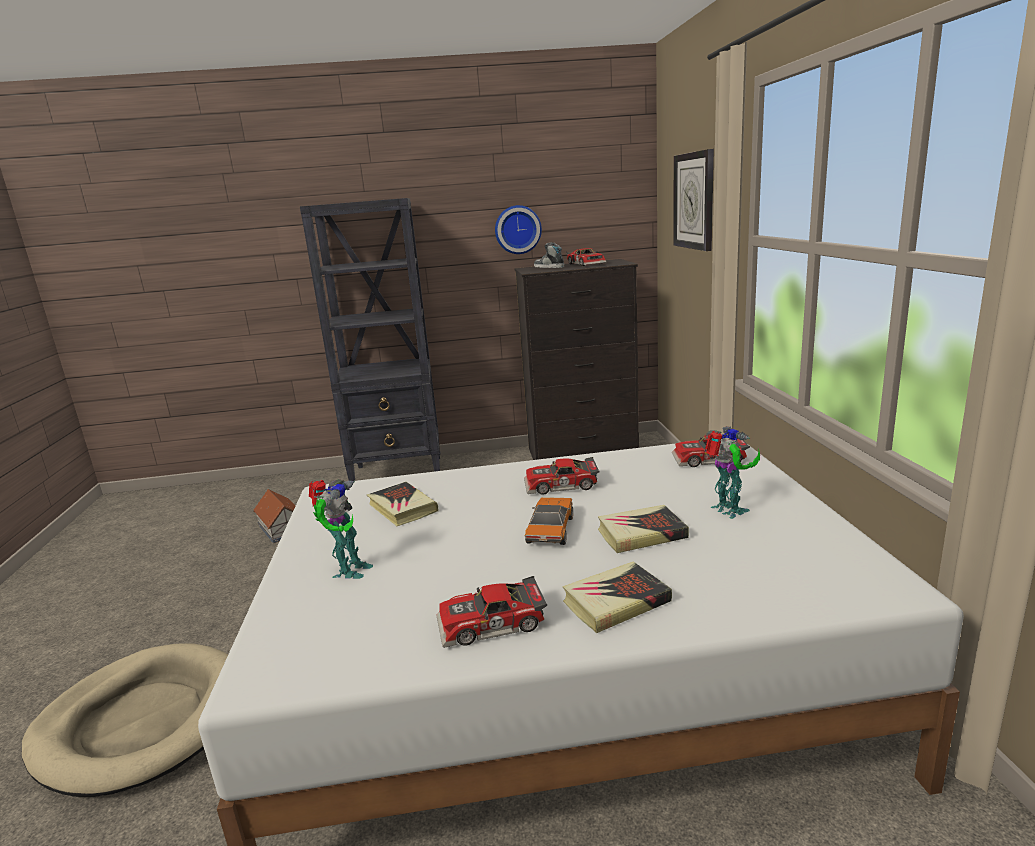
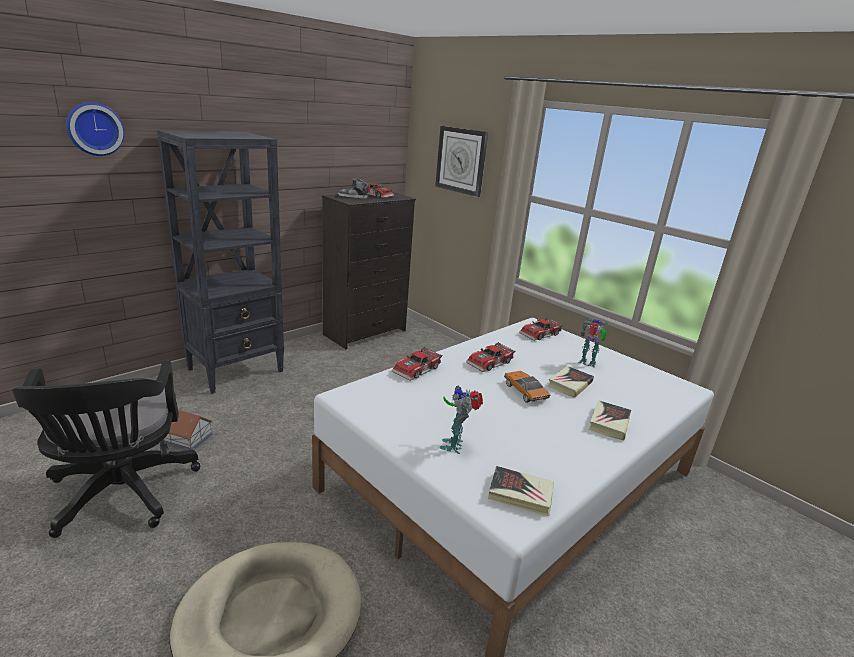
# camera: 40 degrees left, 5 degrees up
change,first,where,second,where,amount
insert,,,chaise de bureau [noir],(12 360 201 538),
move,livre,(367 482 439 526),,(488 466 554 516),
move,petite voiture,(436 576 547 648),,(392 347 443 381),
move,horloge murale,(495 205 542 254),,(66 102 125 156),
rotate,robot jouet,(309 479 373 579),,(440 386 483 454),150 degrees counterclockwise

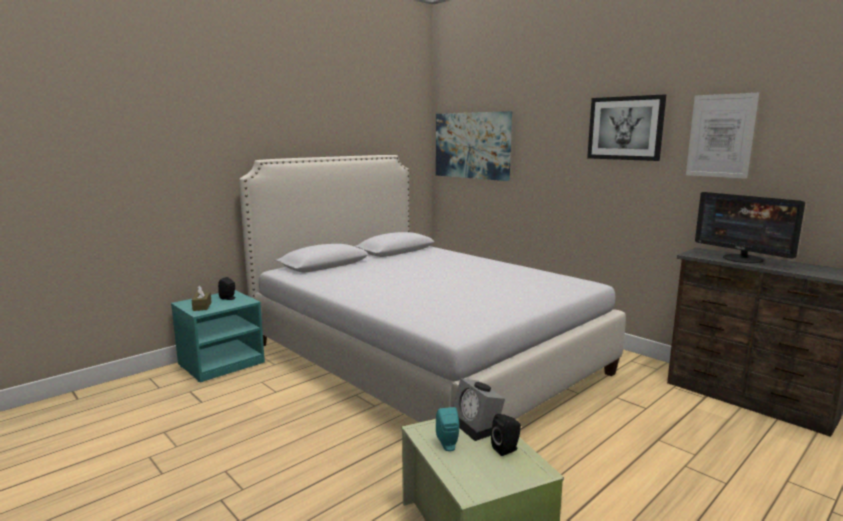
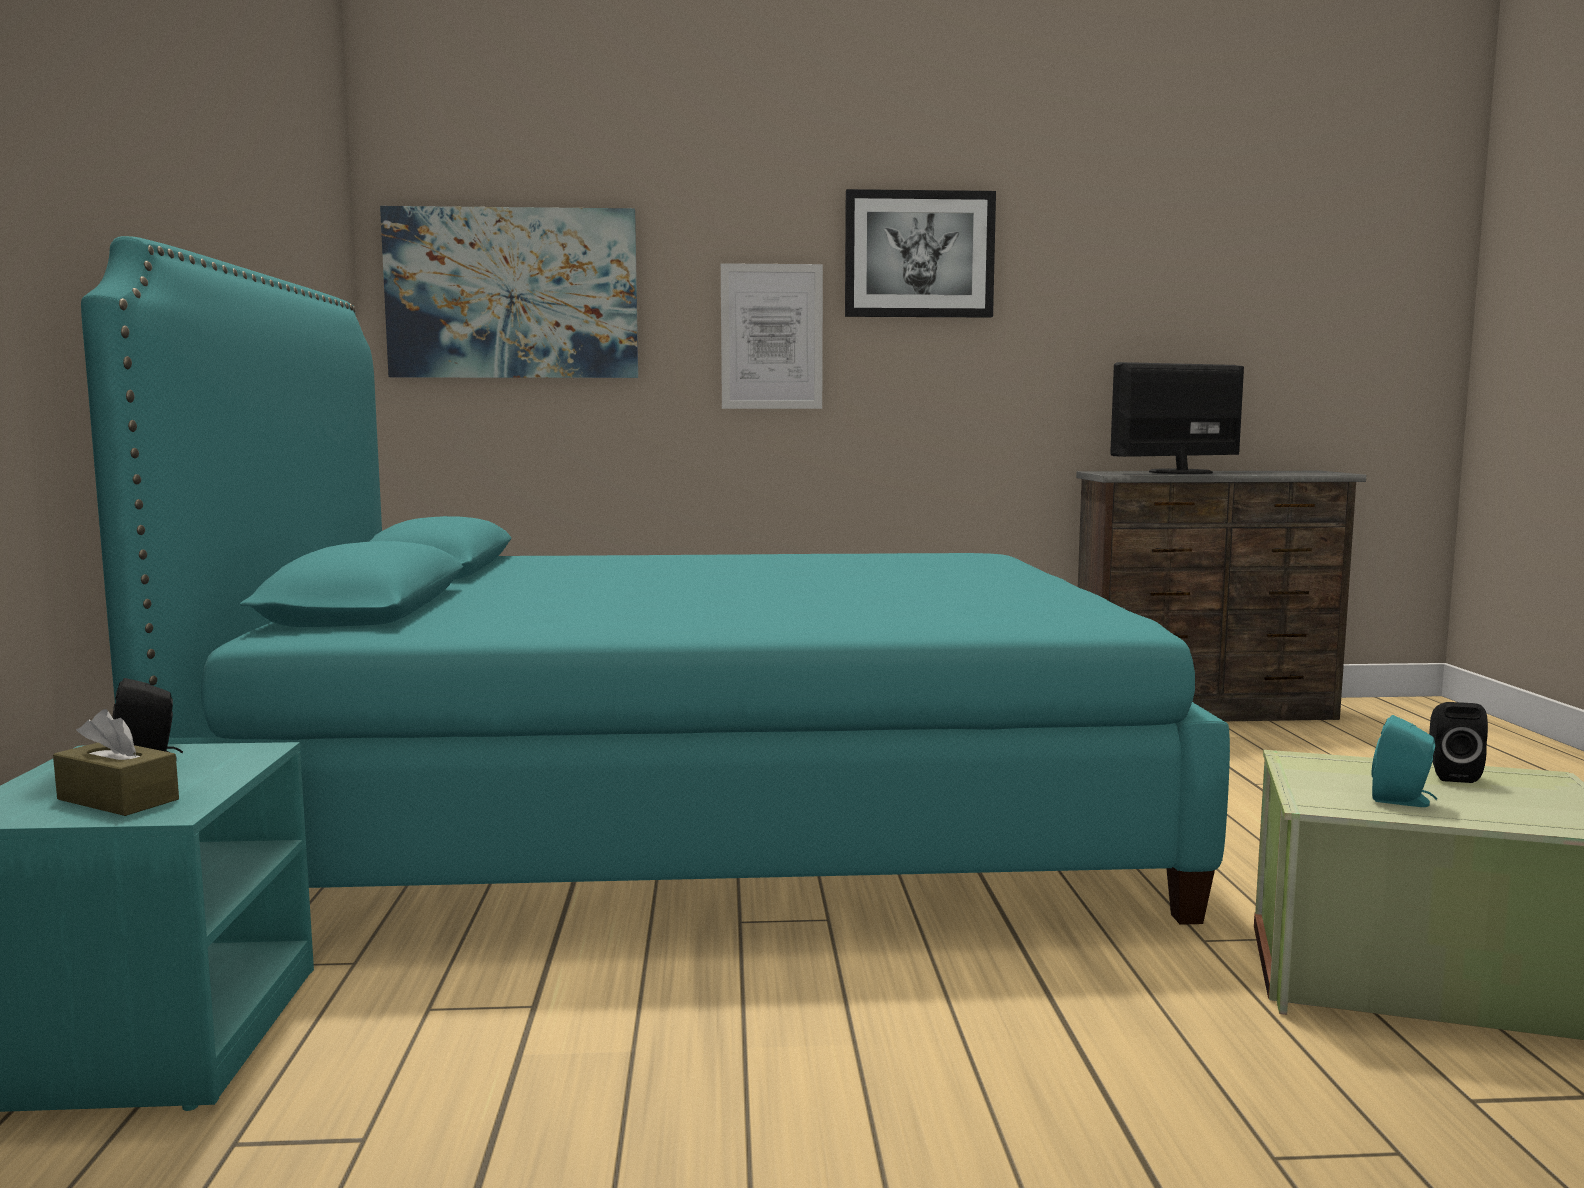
# camera: 50 degrees left, 5 degrees down
change,first,where,second,where,amount
delete,réveil,(453 379 505 441),,,
move,tableau,(686 93 759 179),,(721 263 823 409),
recolor,lit [blanc],(239 155 626 422),lit [turquoise],(81 236 1230 925),
rotate,écran d'ordinateur,(695 192 805 263),,(1110 362 1244 474),150 degrees clockwise

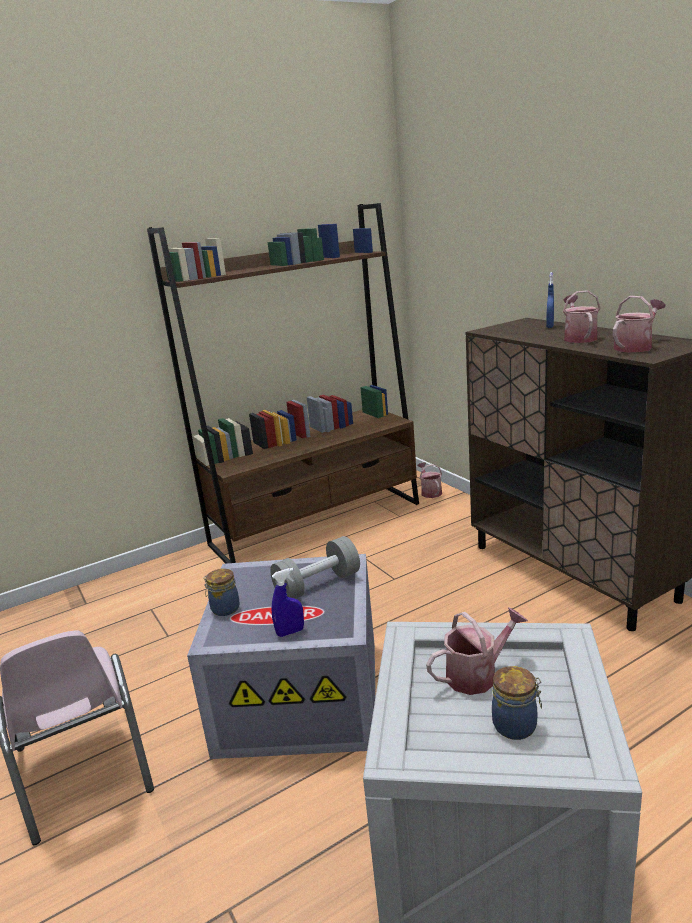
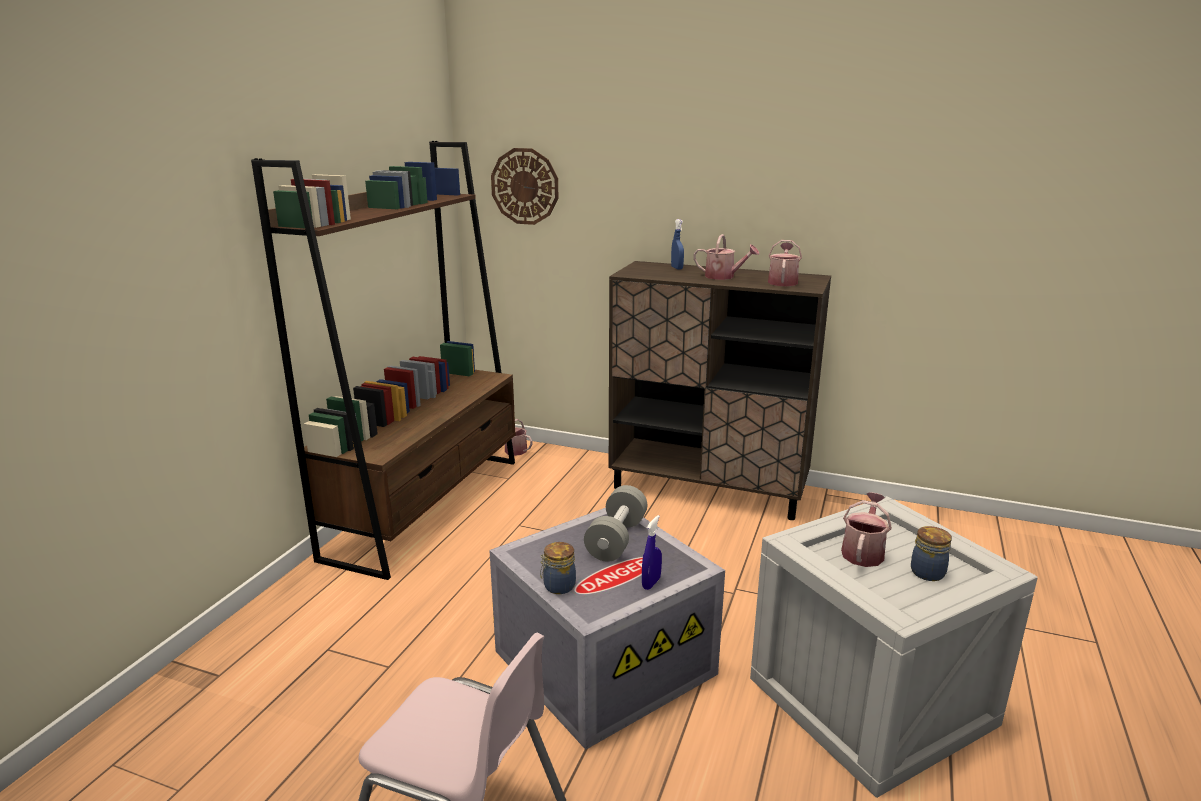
# camera: 40 degrees left, 0 degrees up
change,first,where,second,where,amount
insert,,,horloge murale,(491 148 559 225),
rotate,arrosoir,(563 290 601 343),,(693 234 759 280),150 degrees clockwise

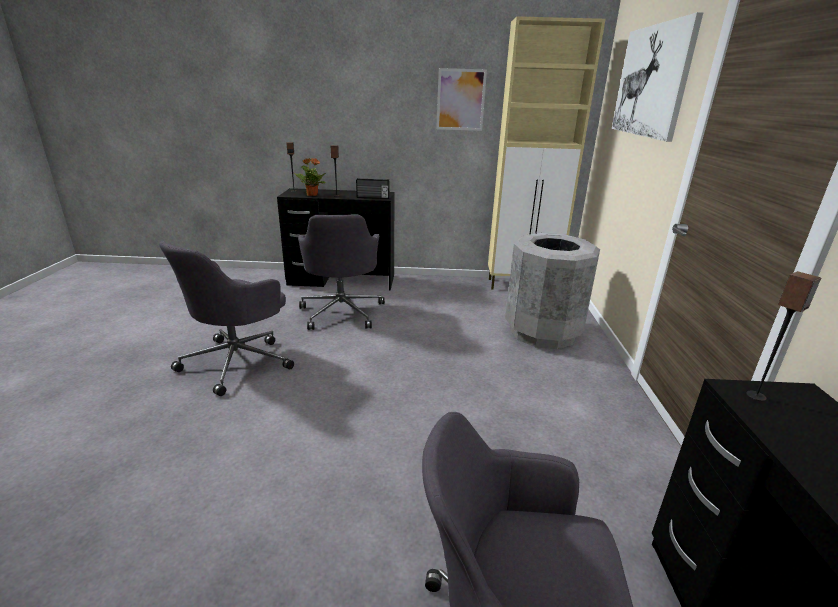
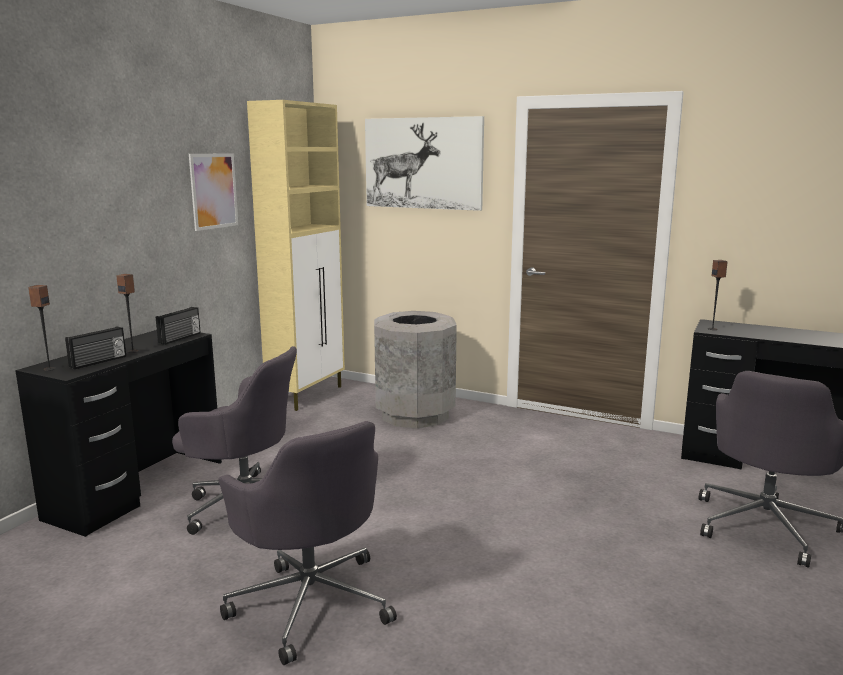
# camera: 65 degrees left, 10 degrees down
change,first,where,second,where,amount
replace,plante en pot,(294 158 326 196),radio,(65 327 126 369),

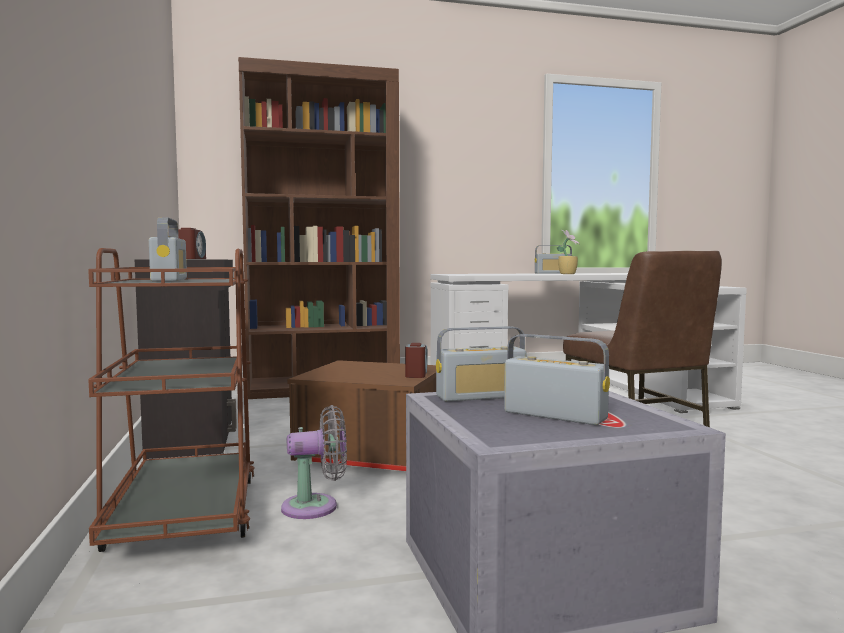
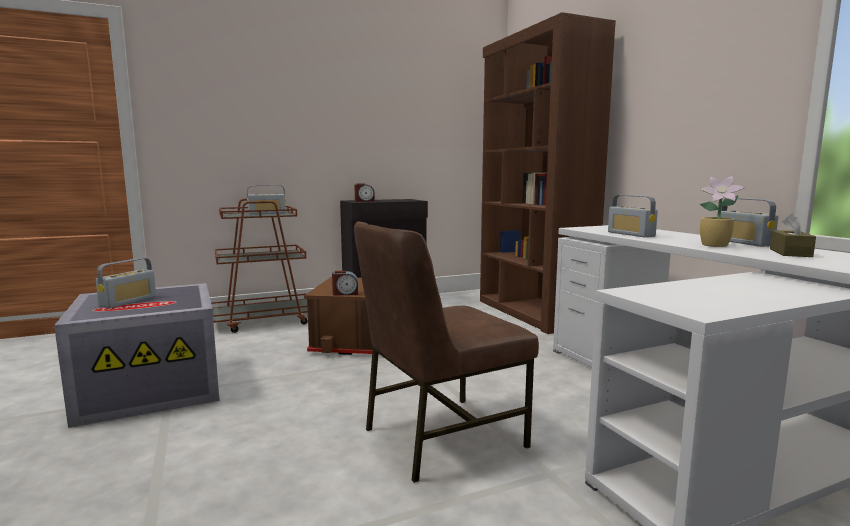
# camera: 80 degrees right, 5 degrees up
change,first,where,second,where,amount
delete,ventilateur [gris],(281 405 347 519),,,
insert,,,boîte à mouchoirs [marron],(770 213 816 257),
move,radio,(436 326 527 402),,(608 195 658 237),

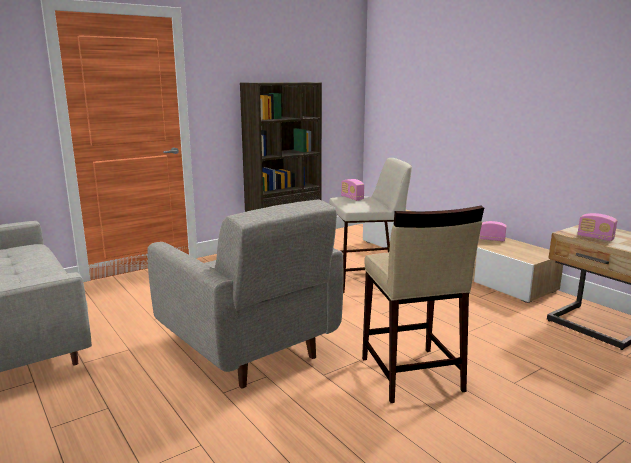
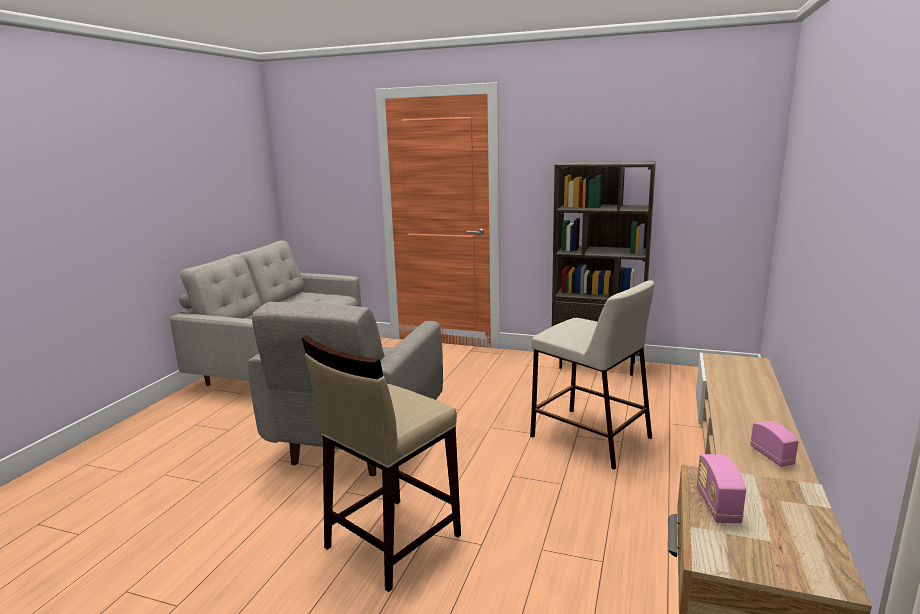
# camera: 55 degrees right, 0 degrees up
change,first,where,second,where,amount
delete,radio,(341 179 364 201),,,

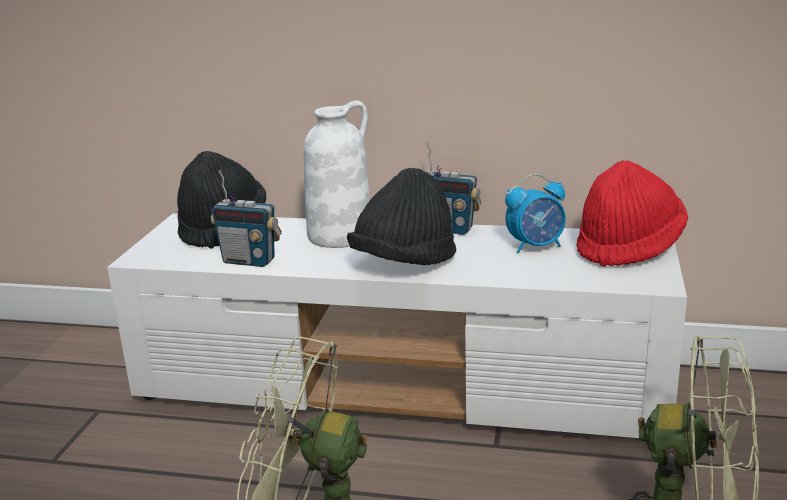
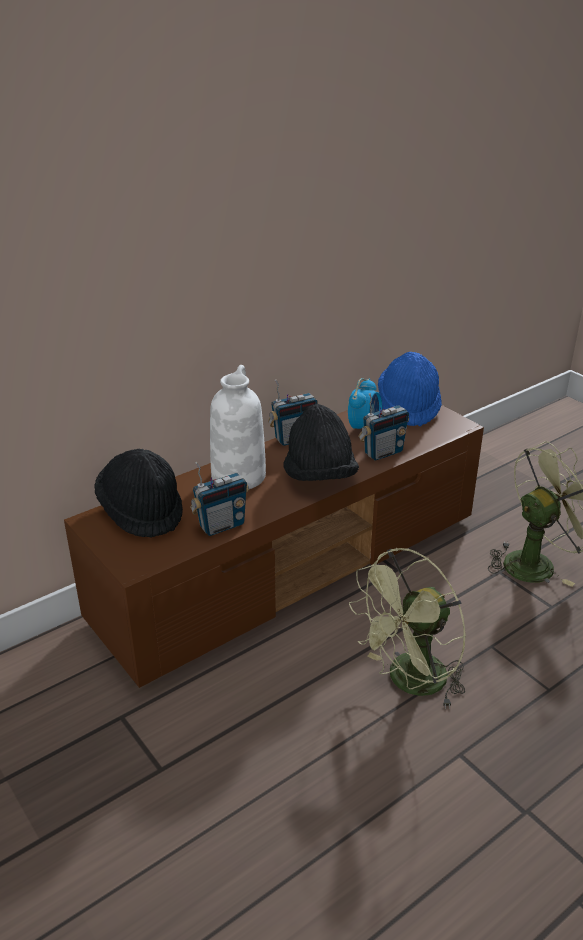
# camera: 50 degrees left, 10 degrees up
change,first,where,second,where,amount
insert,,,radio,(358 393 409 461),
recolor,meuble télé [blanc],(107 214 687 438),meuble télé [marron],(64 405 484 688),
recolor,chapeau [rouge],(577 160 688 267),chapeau [bleu],(378 352 442 426),

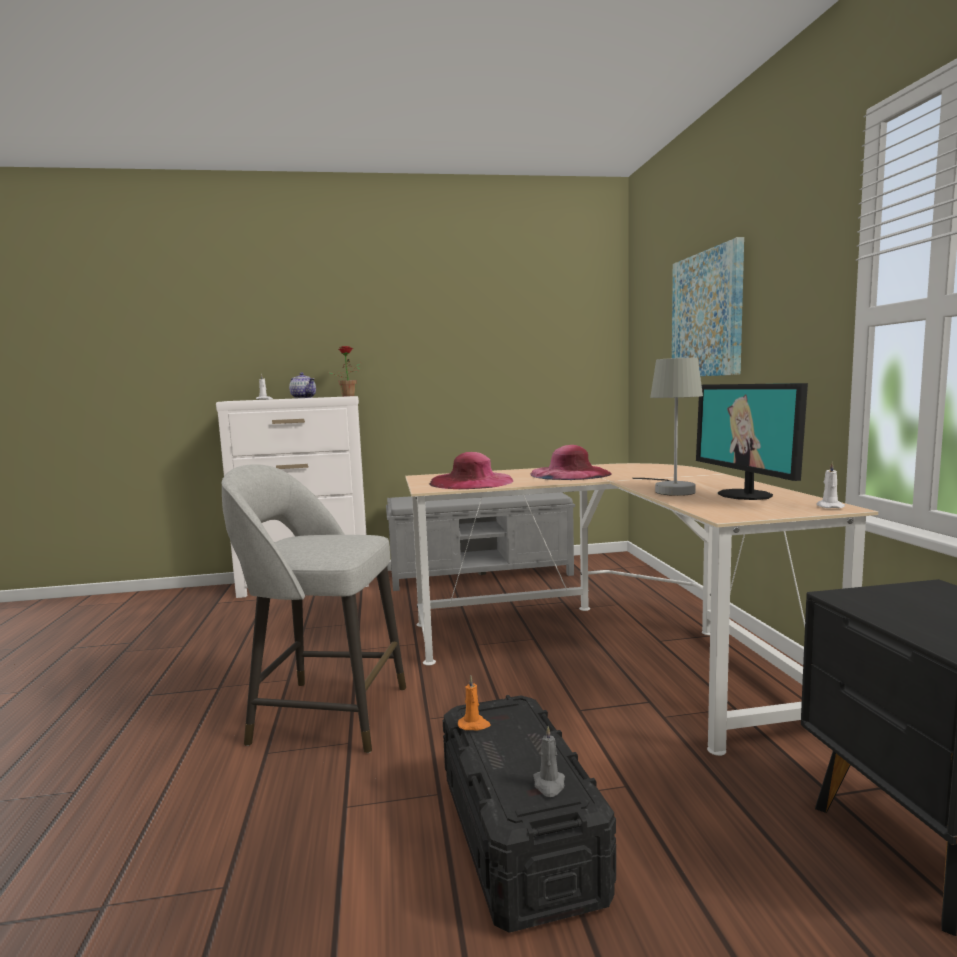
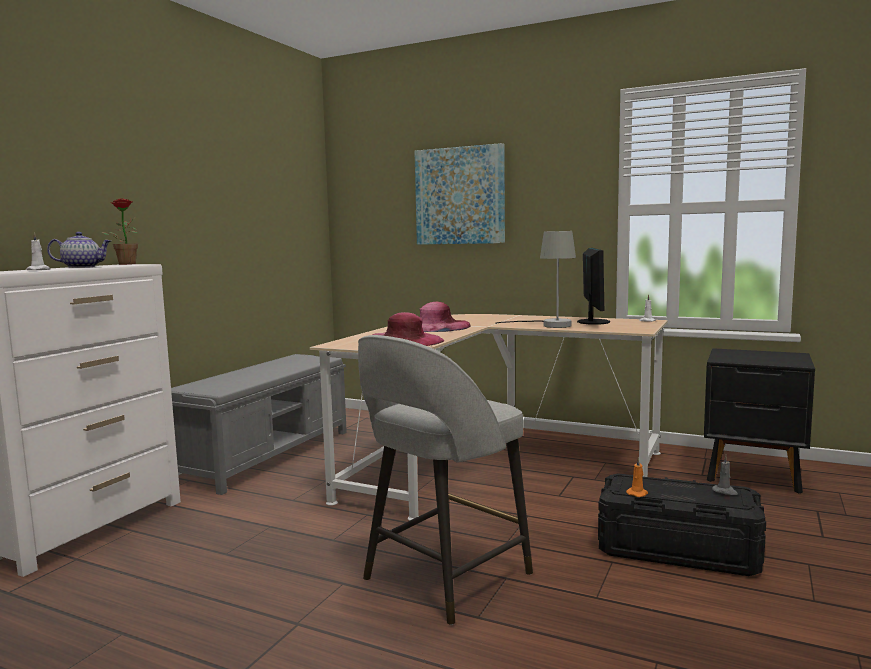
# camera: 55 degrees left, 0 degrees up
change,first,where,second,where,amount
rotate,écran d'ordinateur,(696 383 808 500),,(577 248 610 325),105 degrees counterclockwise

